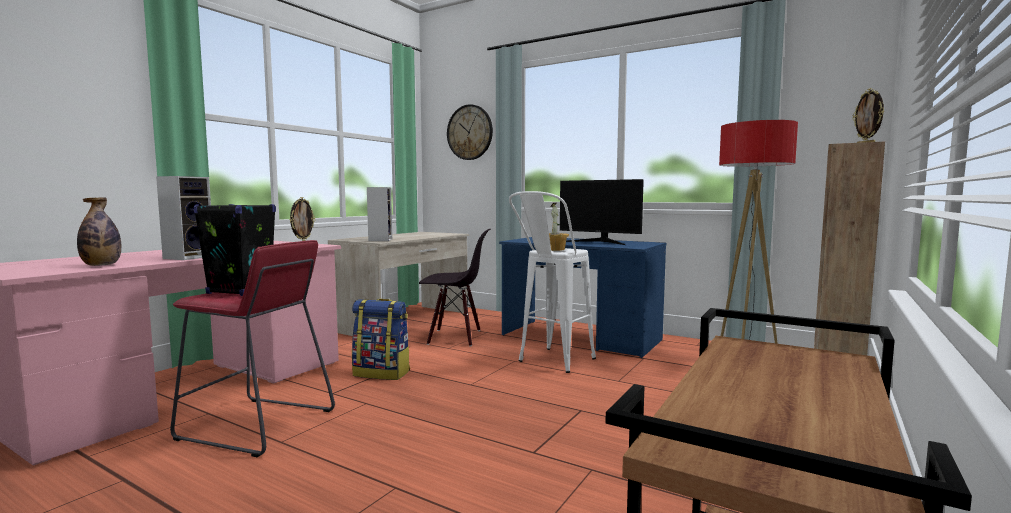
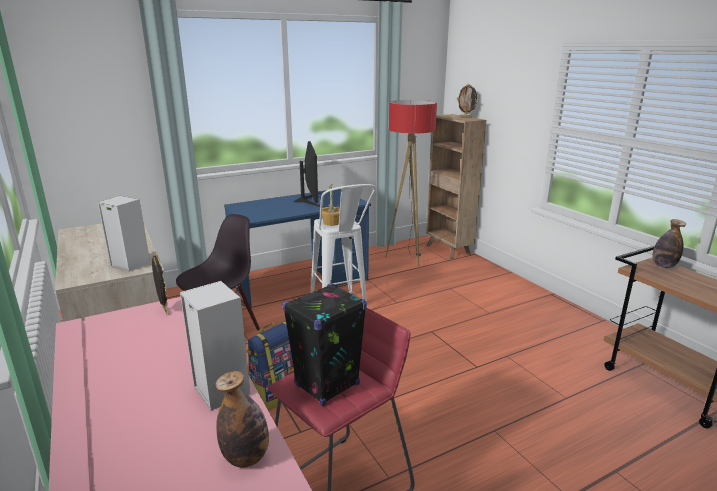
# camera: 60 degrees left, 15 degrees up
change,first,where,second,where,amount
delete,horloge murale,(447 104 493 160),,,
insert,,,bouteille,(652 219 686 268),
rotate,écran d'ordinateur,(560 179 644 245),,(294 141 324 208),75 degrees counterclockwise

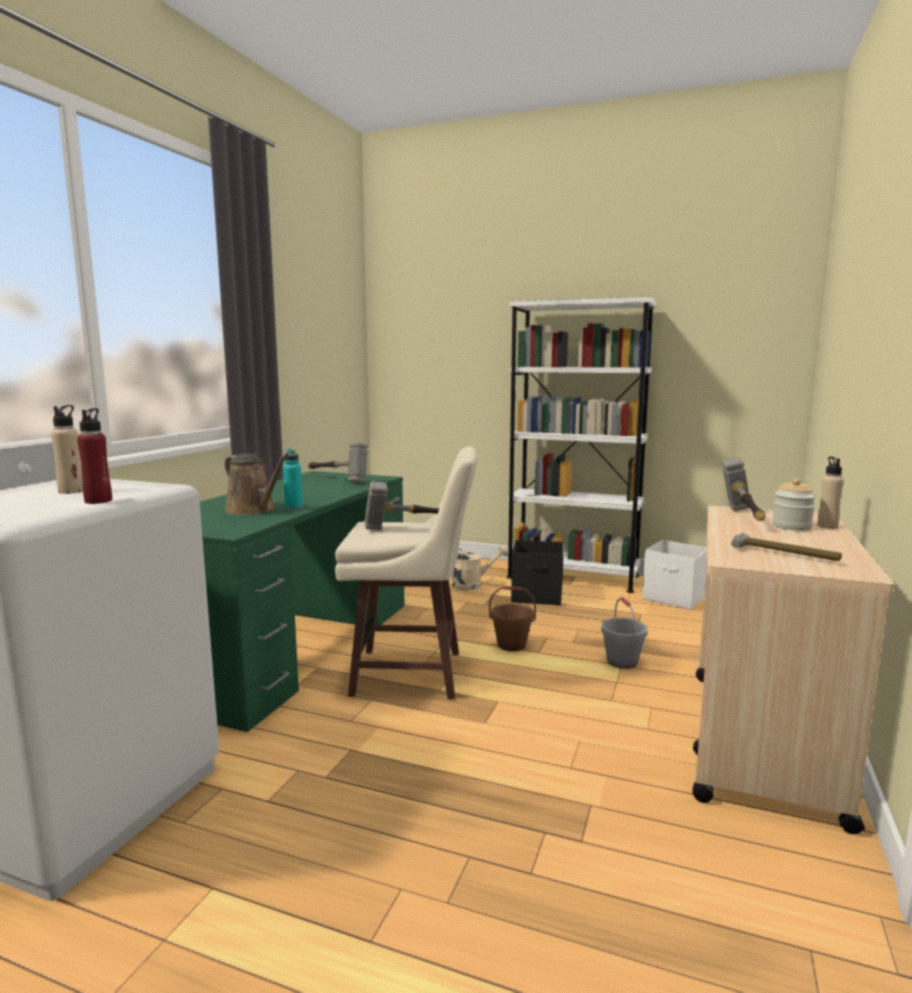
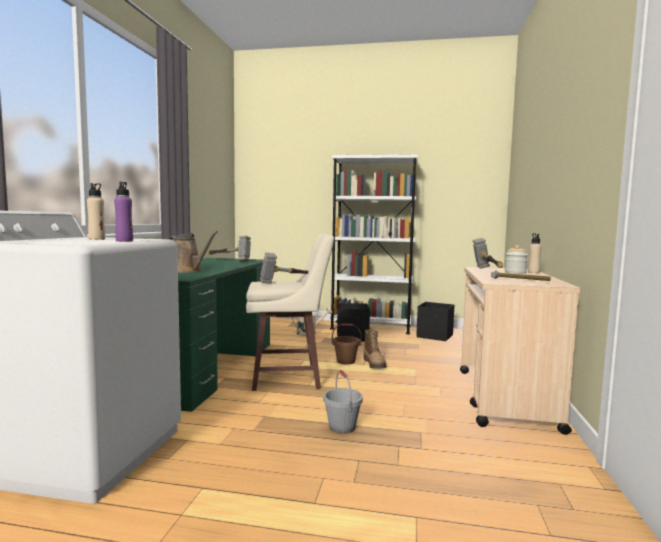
# camera: 10 degrees left, 5 degrees down
change,first,where,second,where,amount
delete,bouteille [turquoise],(283 449 303 510),,,
insert,,,botte,(363 330 387 368),
move,seau [gris],(601 597 648 669),,(323 370 363 434),
recolor,bouteille [rouge],(77 408 112 504),bouteille [violet],(114 181 133 242),
recolor,boîte de rangement [blanc],(642 540 707 610),boîte de rangement [noir],(416 302 454 341),

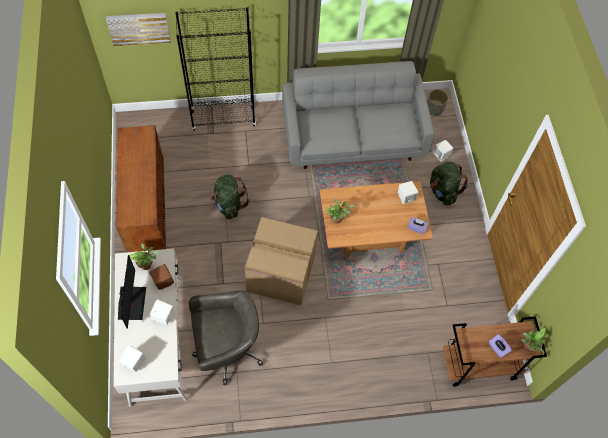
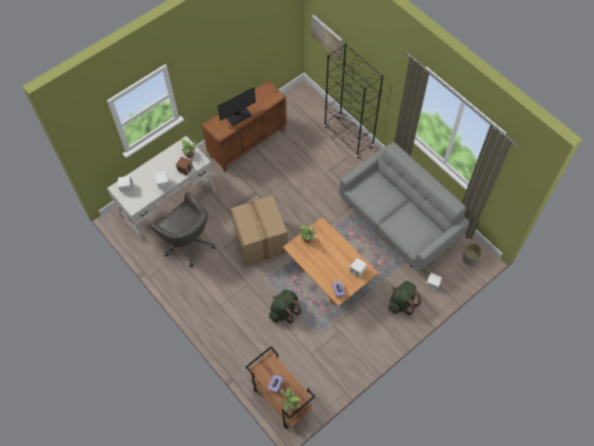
# camera: 60 degrees right, 0 degrees up
change,first,where,second,where,amount
move,écran d'ordinateur,(118 255 146 329),,(218 87 256 126),
move,sac à dos [vert],(211 174 250 219),,(269 289 302 324),

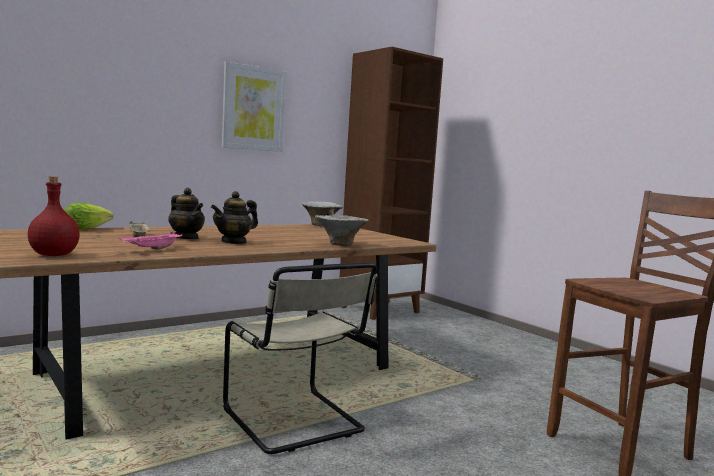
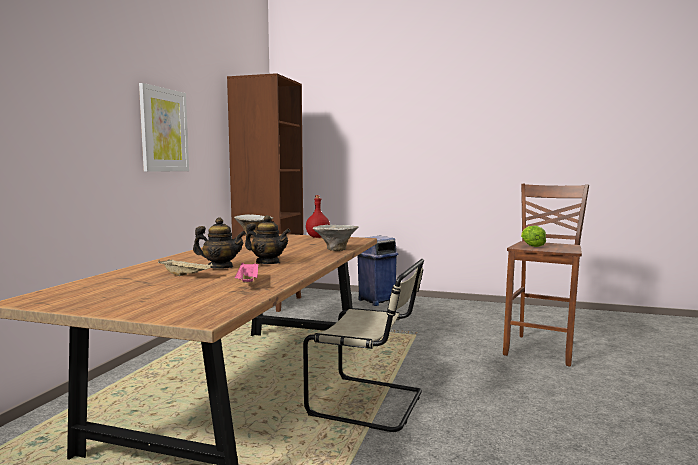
# camera: 35 degrees left, 0 degrees up
change,first,where,second,where,amount
insert,,,poubelle [bleu],(358 236 399 306),
move,bouteille [rouge],(28 176 80 256),,(306 195 330 238),
move,laitue,(65 203 114 230),,(521 226 546 247),
rotate,théière,(211 191 258 244),,(245 215 291 264),75 degrees counterclockwise

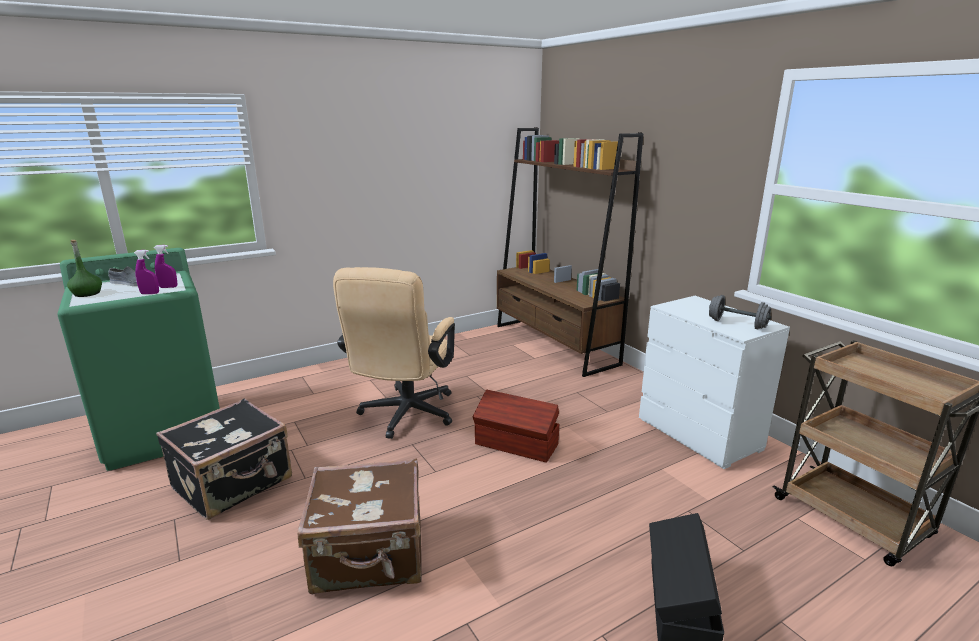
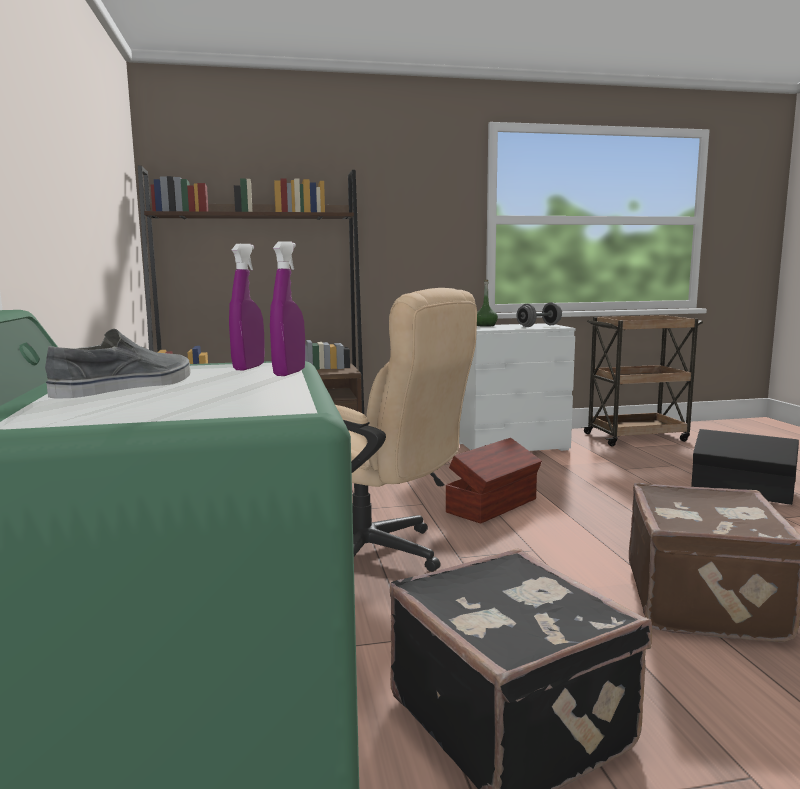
# camera: 70 degrees left, 10 degrees down
change,first,where,second,where,amount
move,bouteille [vert],(67 240 102 297),,(477 280 498 327),

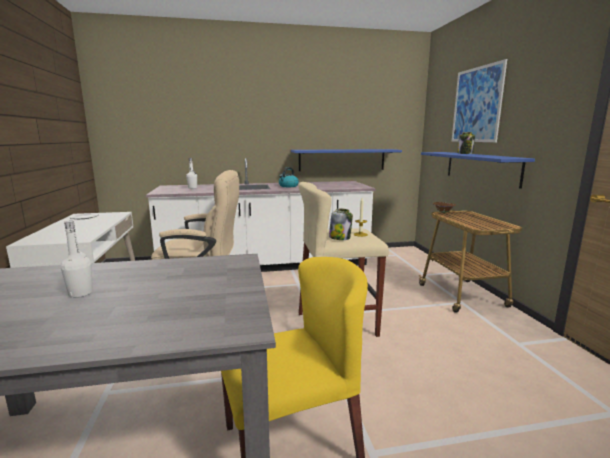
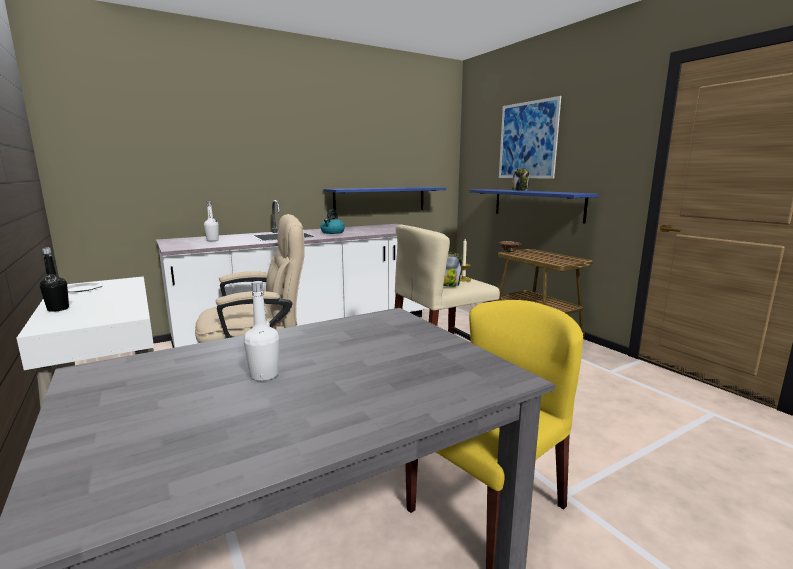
# camera: 20 degrees left, 0 degrees up
change,first,where,second,where,amount
insert,,,bouteille [noir],(40 247 69 312),

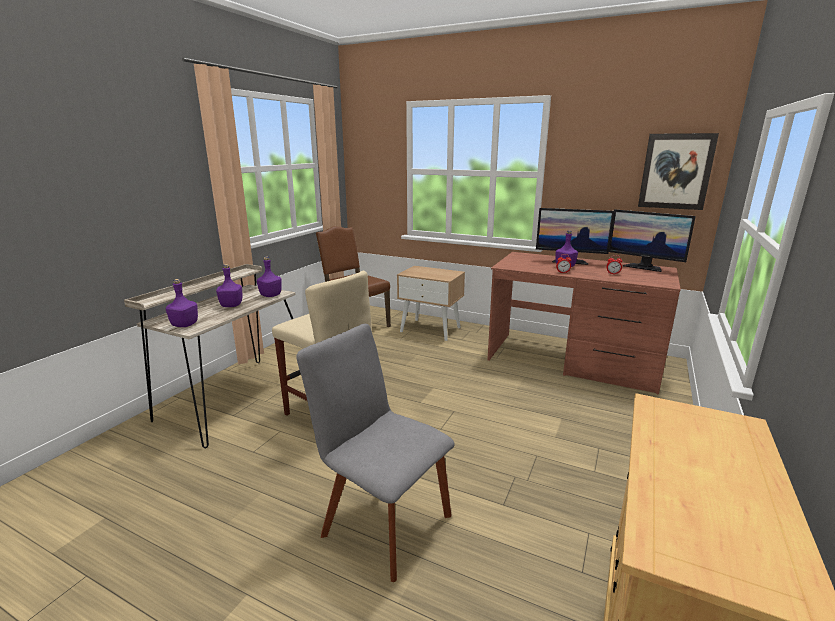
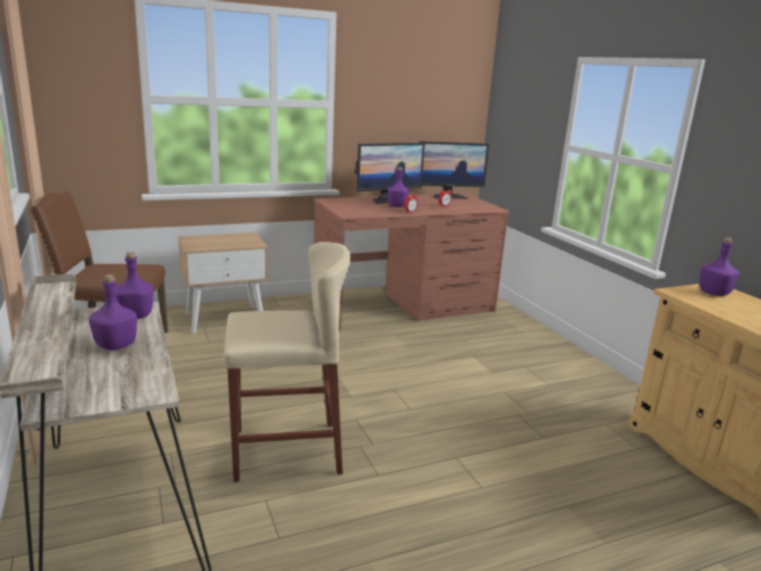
# camera: 50 degrees left, 0 degrees up
change,first,where,second,where,amount
delete,chaise [gris],(296 324 455 582),,,
delete,tableau,(638 133 719 210),,,
move,bouteille [violet],(165 279 198 327),,(699 237 740 296),

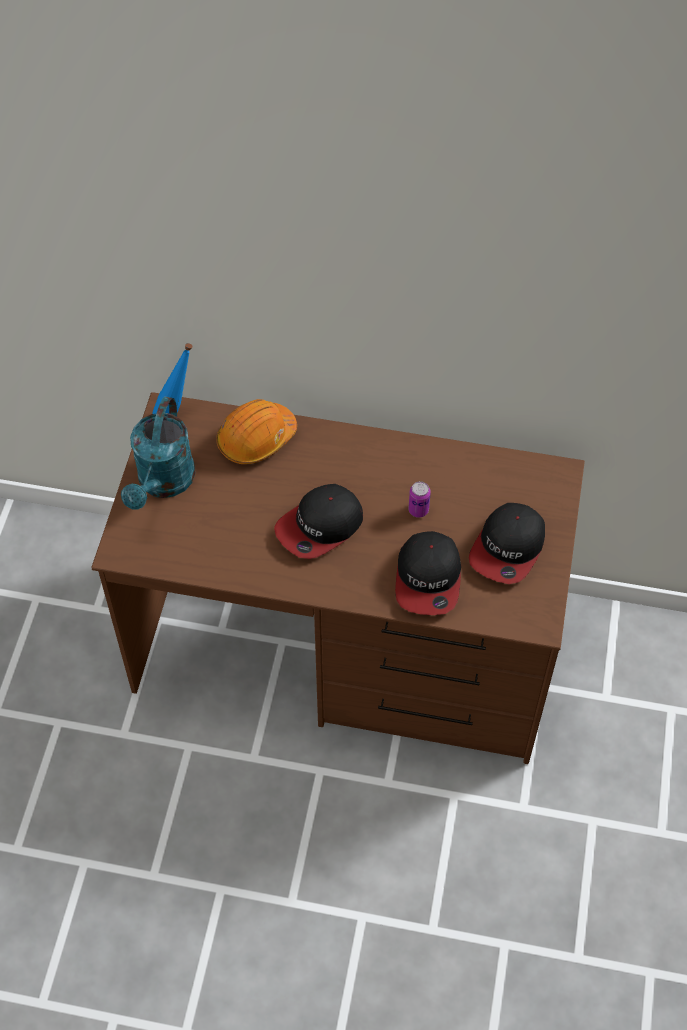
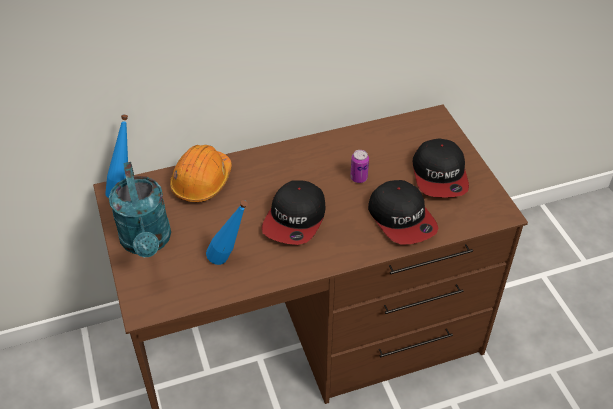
# camera: 30 degrees left, 10 degrees down
change,first,where,second,where,amount
insert,,,bouteille [bleu],(206 200 248 265),

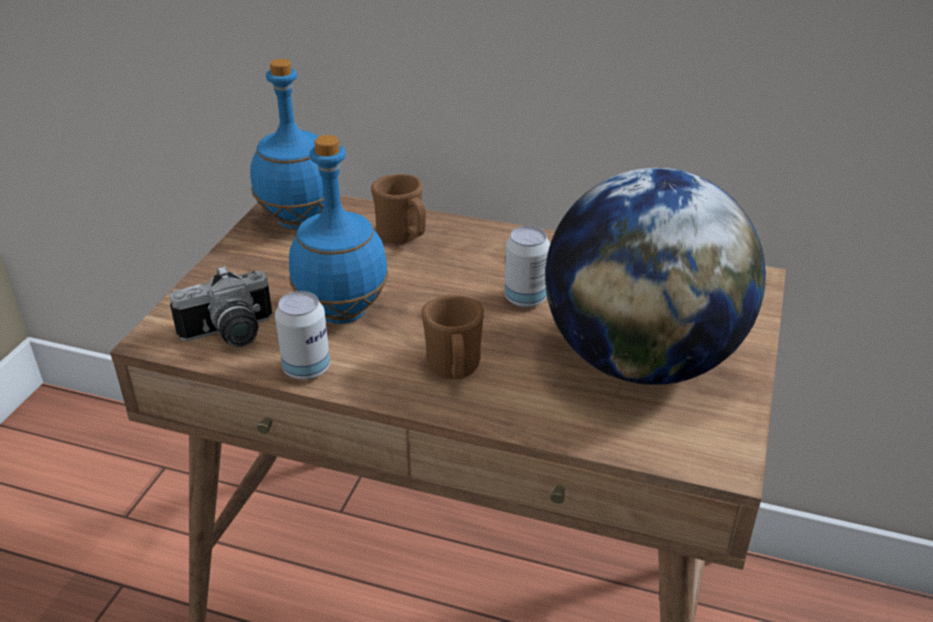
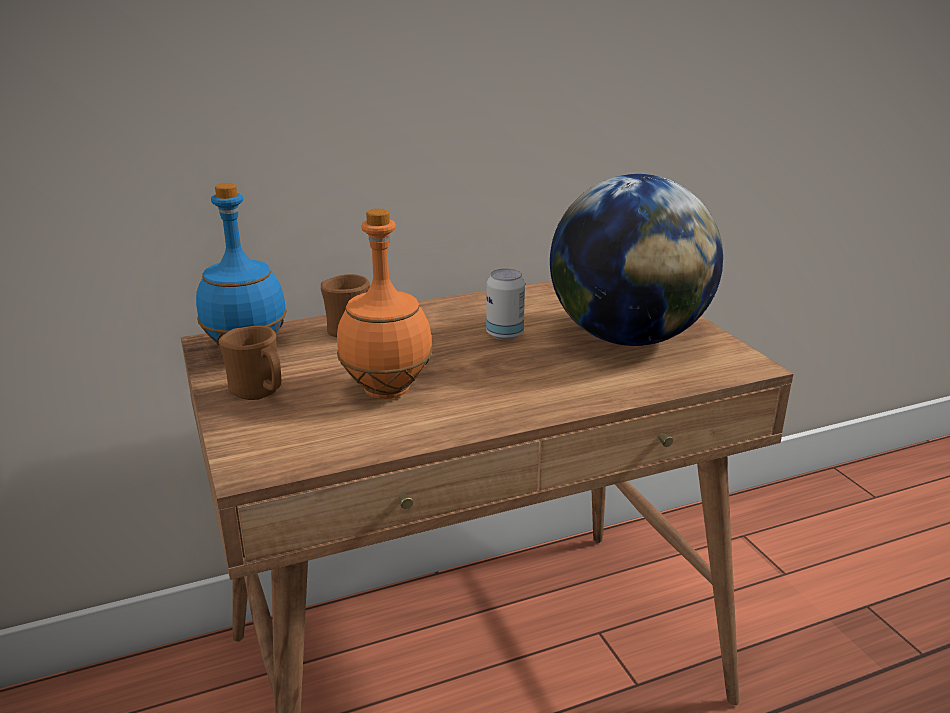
# camera: 40 degrees left, 10 degrees down
change,first,where,second,where,amount
delete,appareil photo,(169 265 272 347),,,
delete,boîte métallique,(275 291 330 380),,,
move,mug [marron],(422 294 484 379),,(219 326 281 400),
recolor,bouteille [bleu],(289 135 389 324),bouteille [orange],(337 209 433 399),

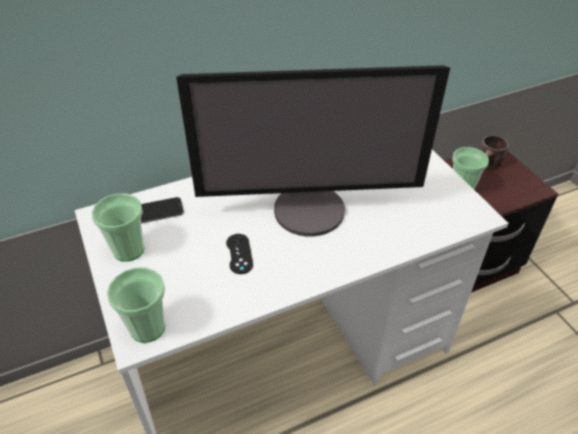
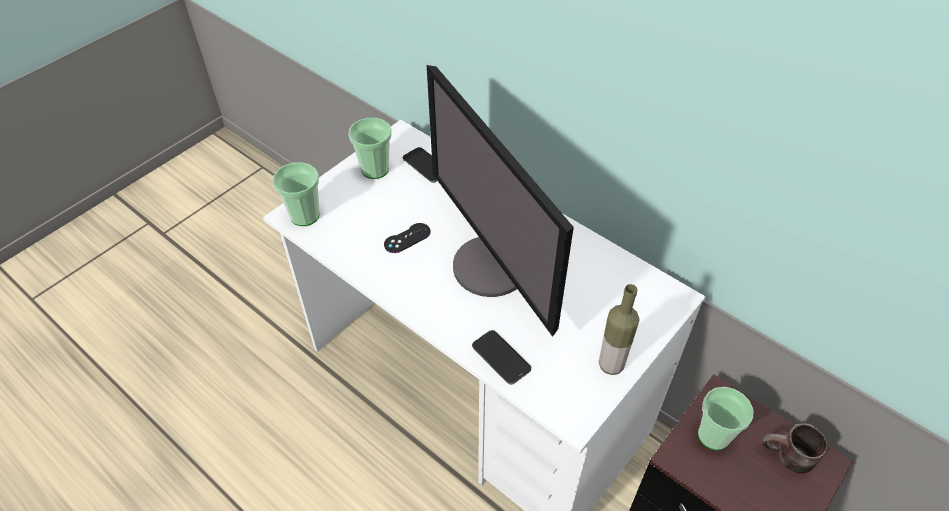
# camera: 65 degrees right, 5 degrees up
change,first,where,second,where,amount
insert,,,téléphone,(472 330 531 385),
insert,,,bouteille,(599 284 639 375),

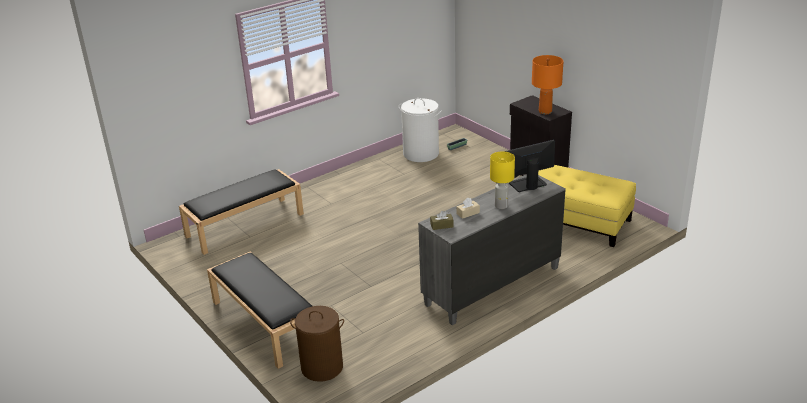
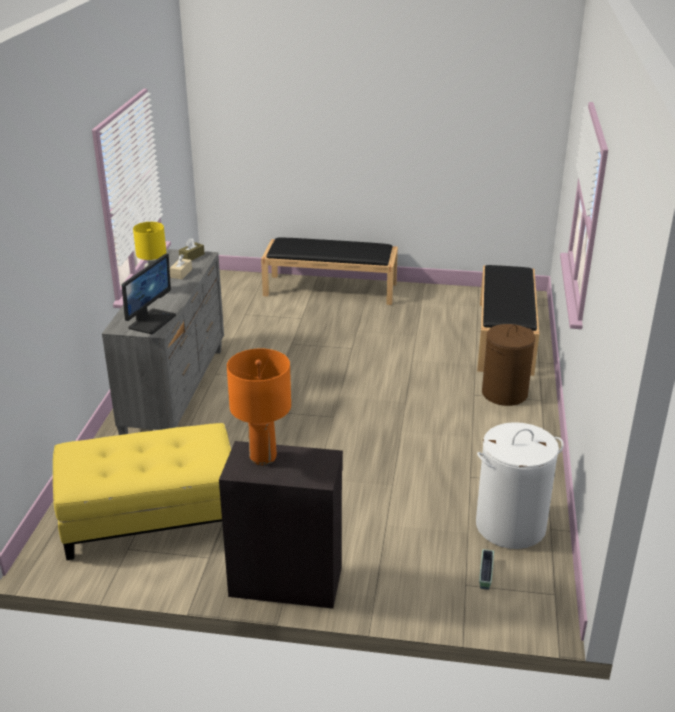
# camera: 135 degrees right, 0 degrees up
change,first,where,second,where,amount
move,panier à linge [marron],(290 306 344 382),,(482 324 535 406),

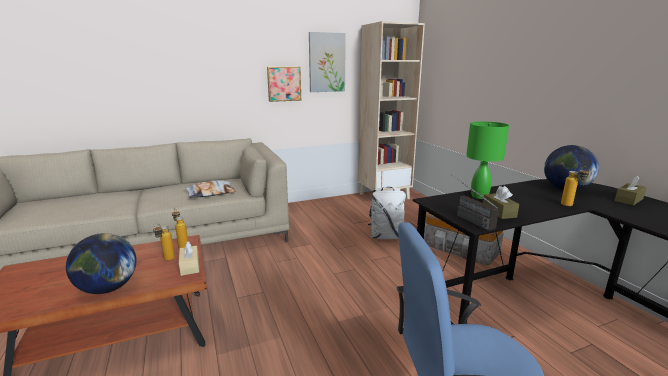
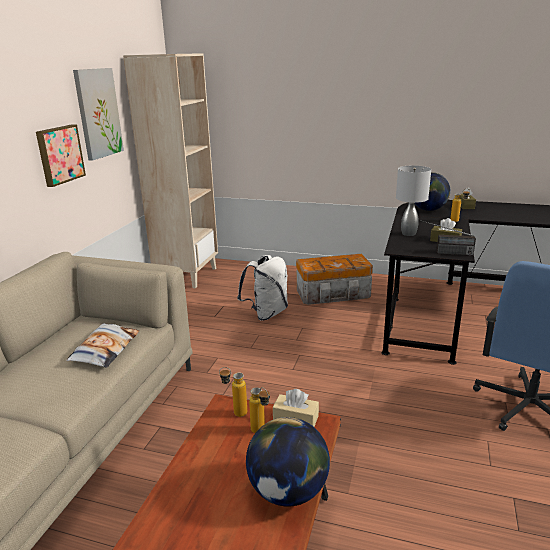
# camera: 50 degrees left, 5 degrees up
change,first,where,second,where,amount
recolor,lampe de table [vert],(466 121 509 199),lampe de table [gris],(396 166 431 236),

